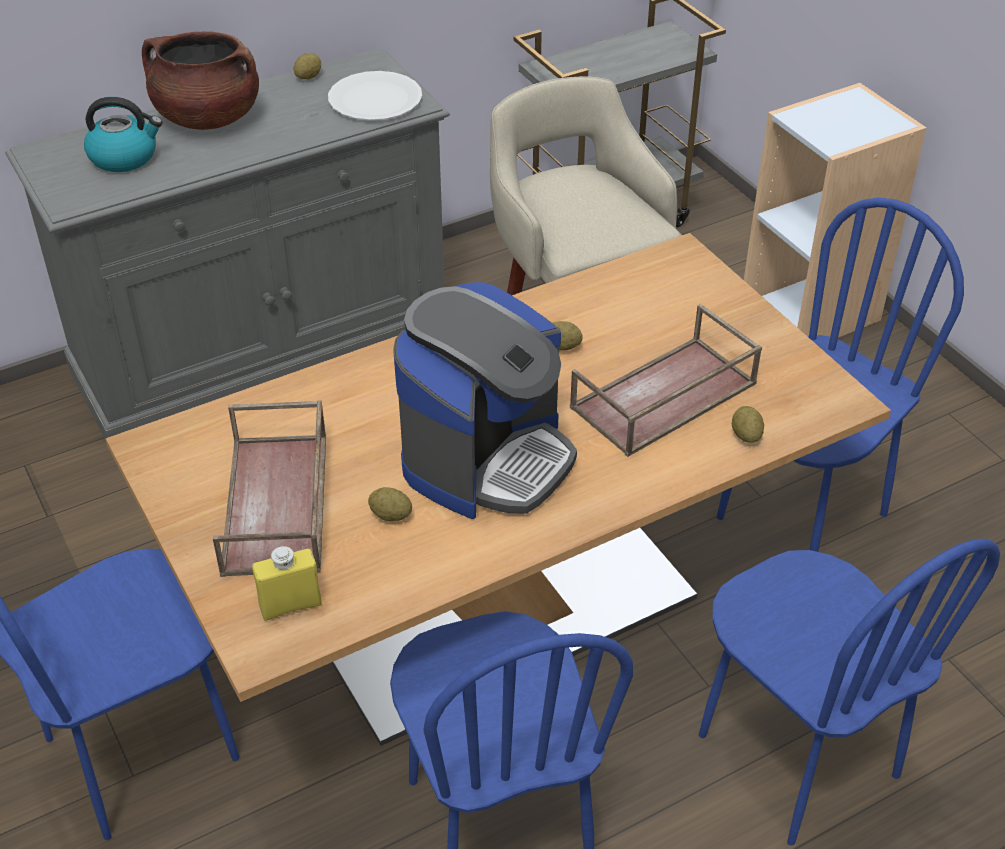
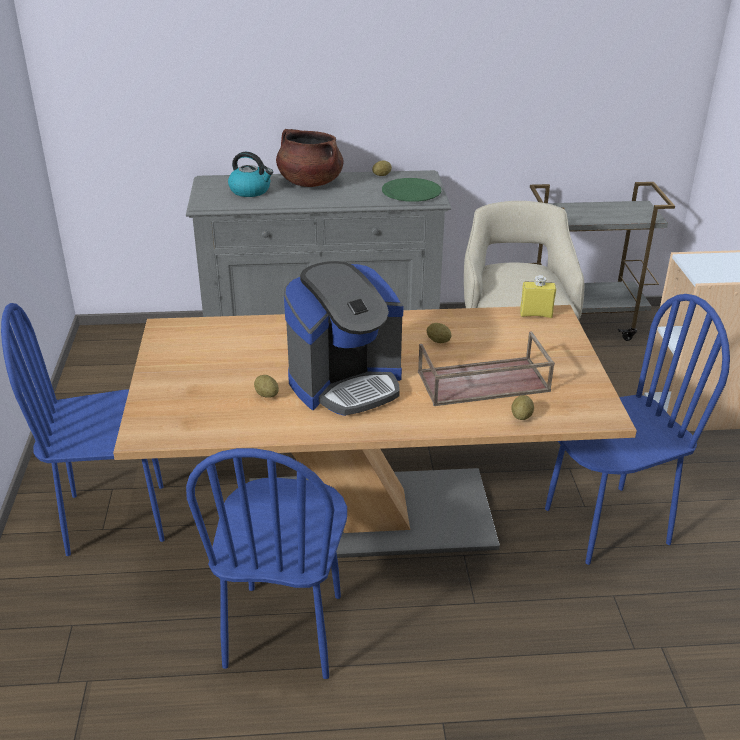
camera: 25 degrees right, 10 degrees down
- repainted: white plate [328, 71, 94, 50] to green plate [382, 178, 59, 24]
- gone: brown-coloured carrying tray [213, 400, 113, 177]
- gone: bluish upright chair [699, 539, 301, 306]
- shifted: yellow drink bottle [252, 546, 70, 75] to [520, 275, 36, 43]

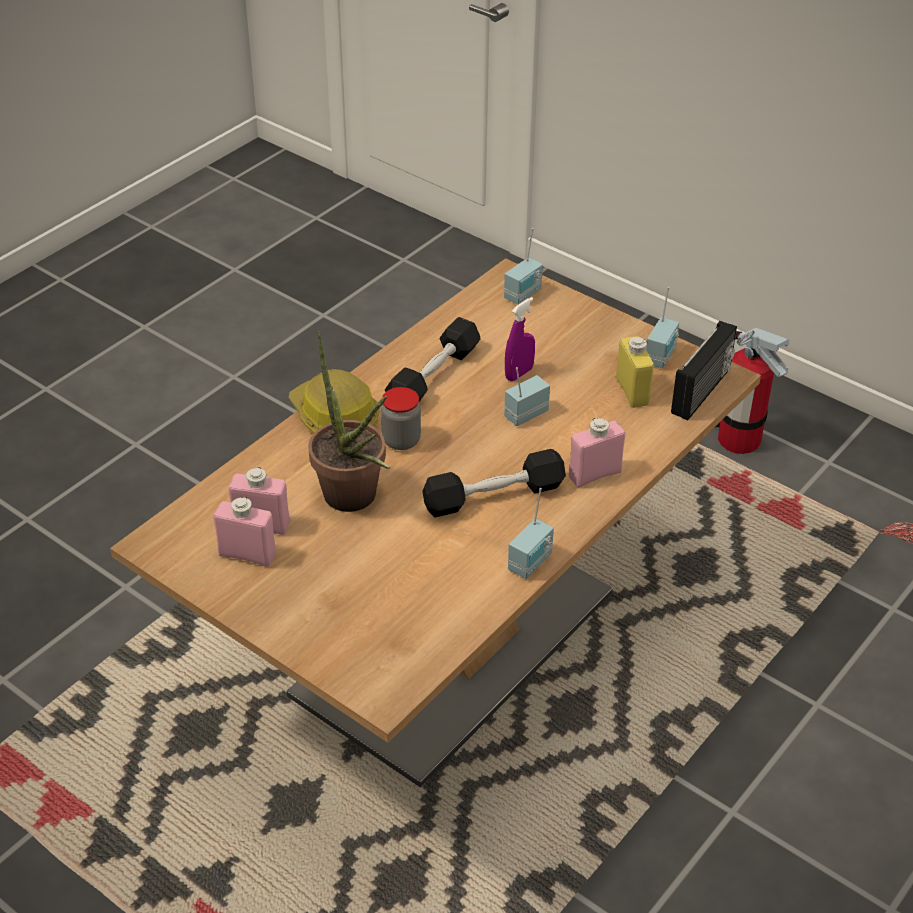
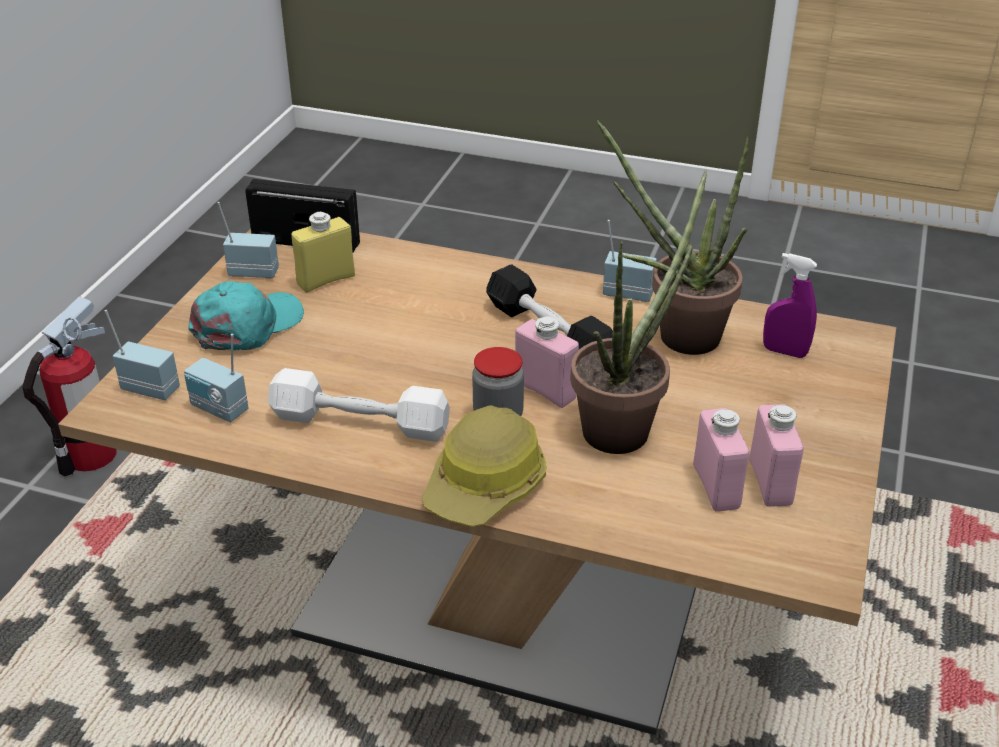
camera: 110 degrees left, 5 degrees down
- shifted: purplish spray bottle [505, 297, 30, 84] to [763, 253, 54, 105]
- repainted: black dumbbell [385, 317, 96, 84] to white dumbbell [268, 368, 182, 74]
- shifted: radio receiver [504, 367, 46, 59] to [184, 334, 65, 88]
- shifted: pink drink bottle [569, 418, 56, 69] to [515, 316, 64, 92]
- new: plant in a pot [597, 120, 152, 235]
- new: turquoise-coloured baseball cap [188, 281, 116, 70]

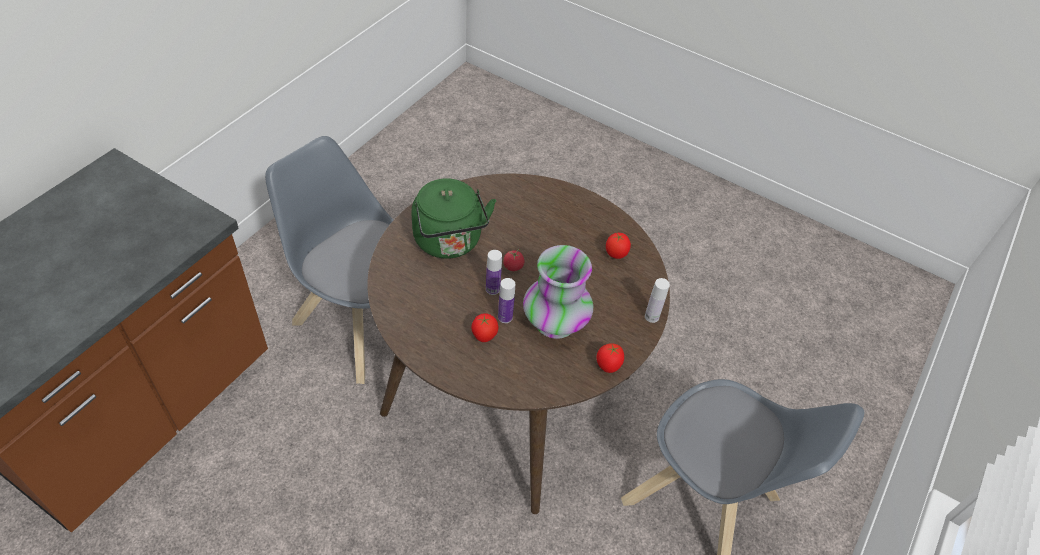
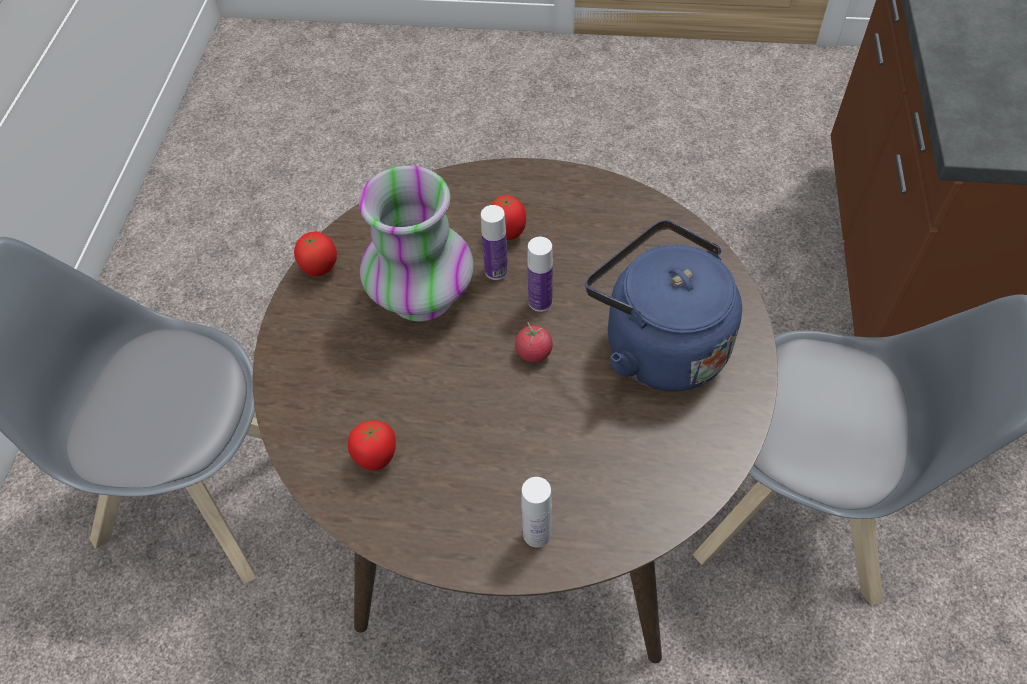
camera: 160 degrees right, 5 degrees up
- repainted: green water kettle [411, 178, 85, 81] to bluish water kettle [586, 220, 156, 171]
- shifted: white drink bottle [645, 278, 25, 45] to [521, 477, 31, 71]

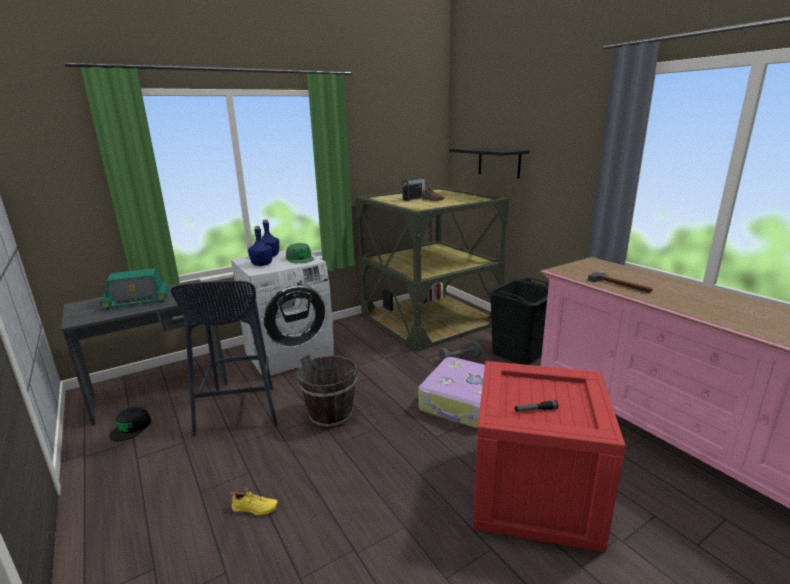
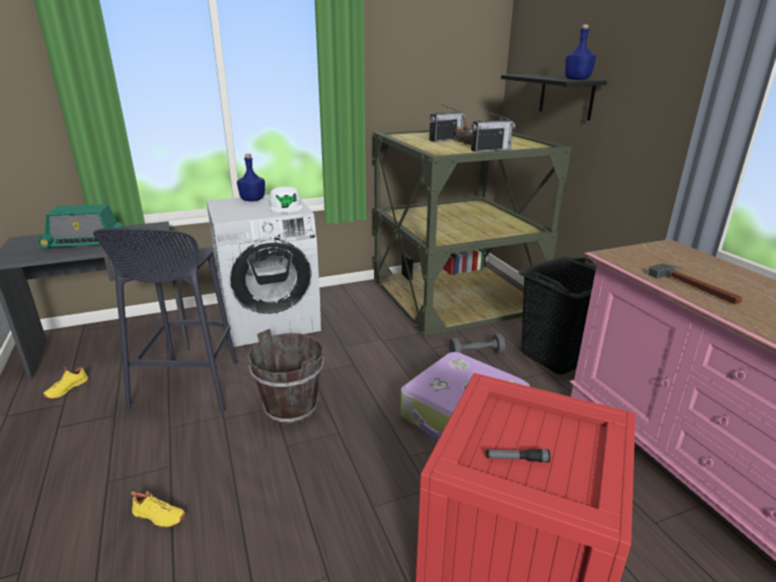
camera: 10 degrees right, 5 degrees up
- shifted: bluish drink bottle [248, 226, 24, 40] to [565, 24, 31, 56]
- repainted: green baseball cap [286, 243, 29, 20] to white baseball cap [269, 187, 34, 26]
- swapped: black baseball cap [109, 407, 42, 34] to yellow low shoe [43, 366, 45, 33]
- new: radio receiver [471, 109, 44, 43]

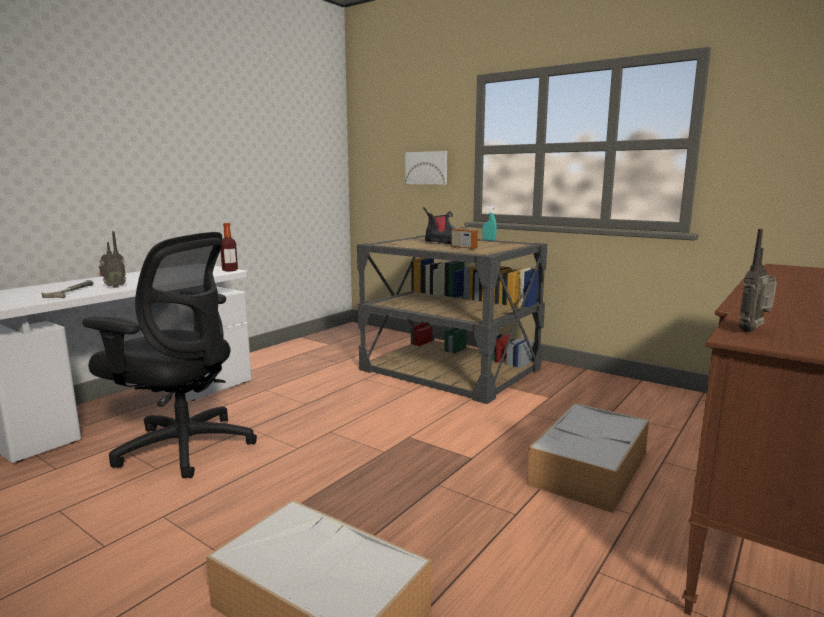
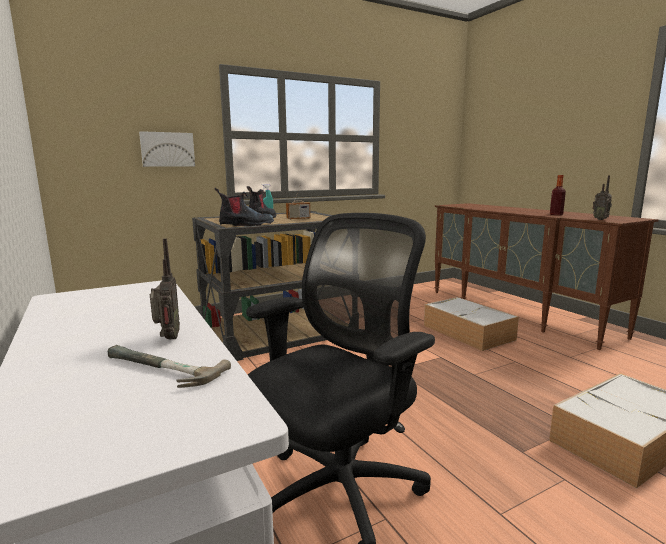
camera: 65 degrees left, 0 degrees up
- shifted: drink bottle [221, 223, 17, 48] to [550, 175, 16, 40]
- new: tall boot [214, 187, 60, 39]

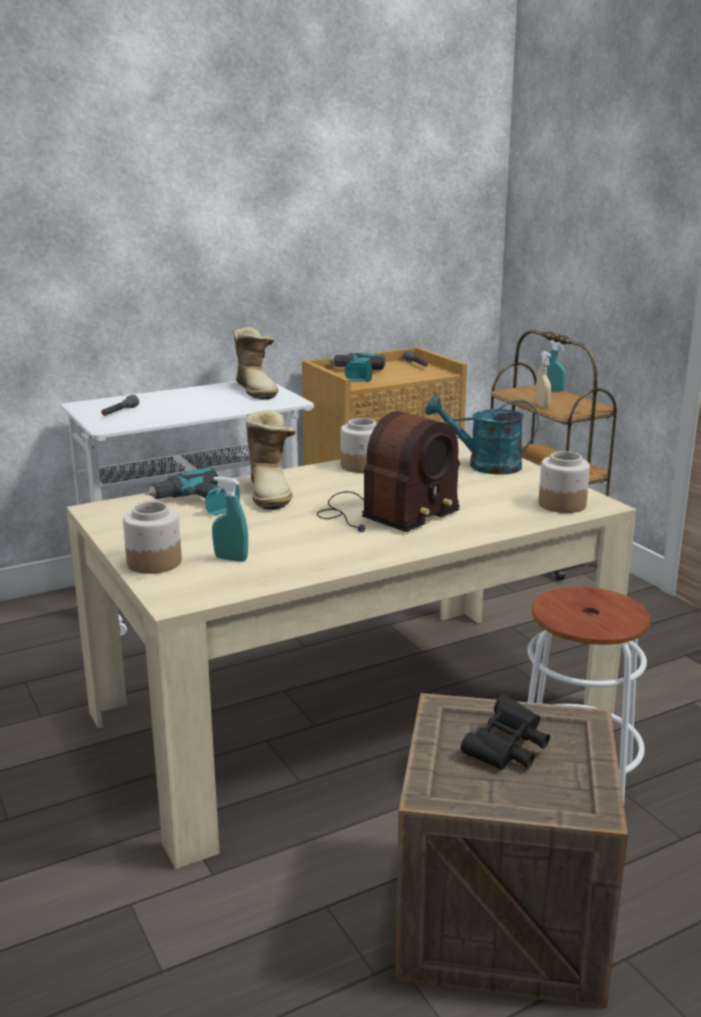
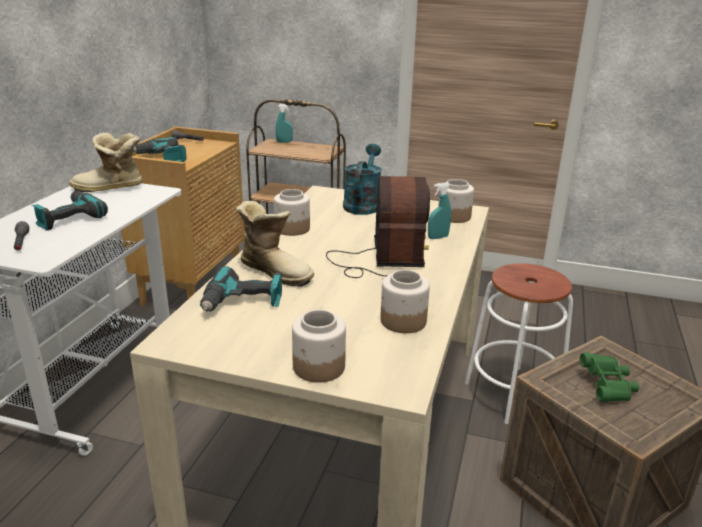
camera: 45 degrees left, 5 degrees up
- rotated: tall boot [233, 327, 46, 73] = [69, 132, 74, 60] 150 degrees clockwise
- gone: beige-coloured spray bottle [535, 351, 16, 57]
- rotated: turquoise-coloured sprinkling can [425, 395, 113, 80] = [343, 144, 39, 71] 135 degrees clockwise
- shifted: turquoise-coloured spray bottle [212, 477, 36, 85] to [428, 183, 23, 56]
- repainted: black binoculars [461, 694, 89, 76] to green binoculars [579, 353, 60, 49]
- new: power drill [32, 191, 76, 40]
- new: jar [380, 270, 50, 63]

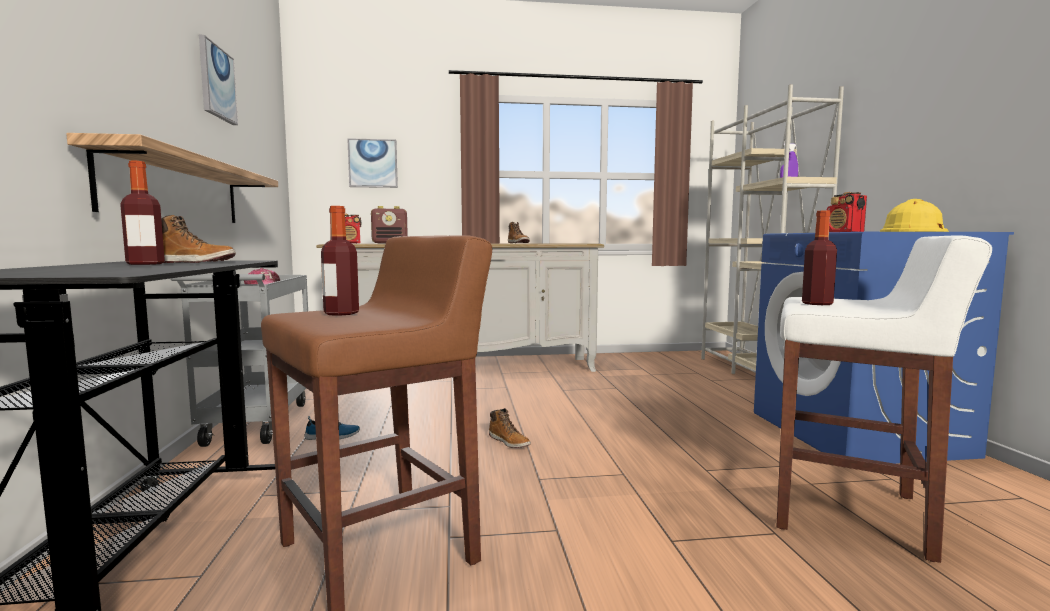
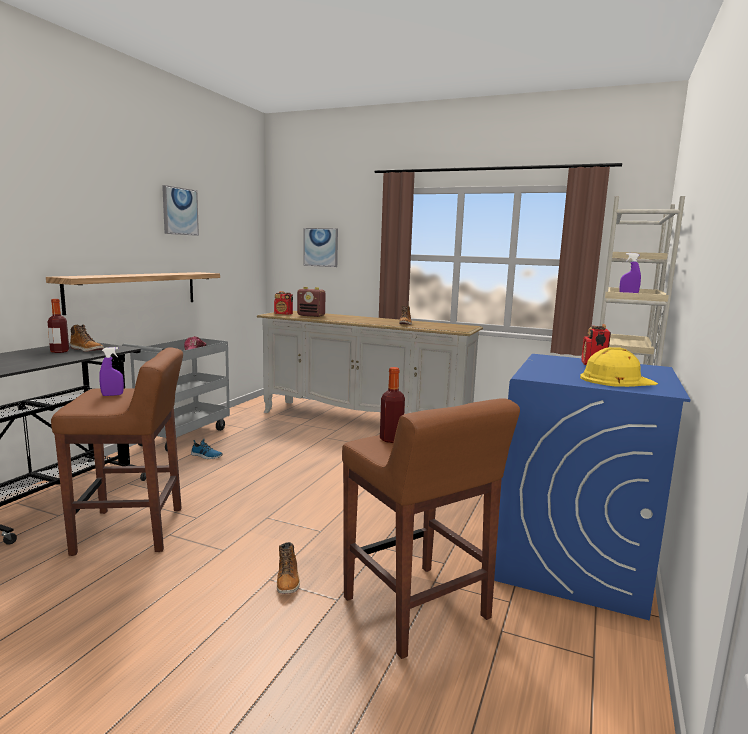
camera: 30 degrees right, 5 degrees up
- swapped: drink bottle [321, 206, 38, 110] to purplish spray bottle [99, 347, 25, 49]
- repainted: white stool [776, 235, 216, 328] to brown-coloured stool [342, 398, 178, 261]
- shifted: tall boot [489, 408, 42, 40] to [277, 542, 23, 52]

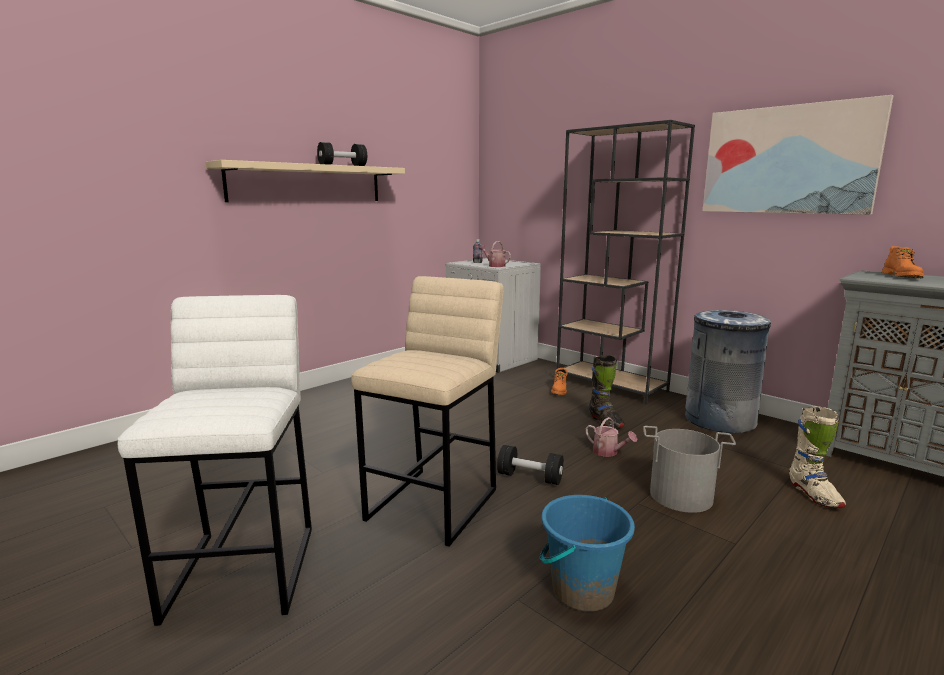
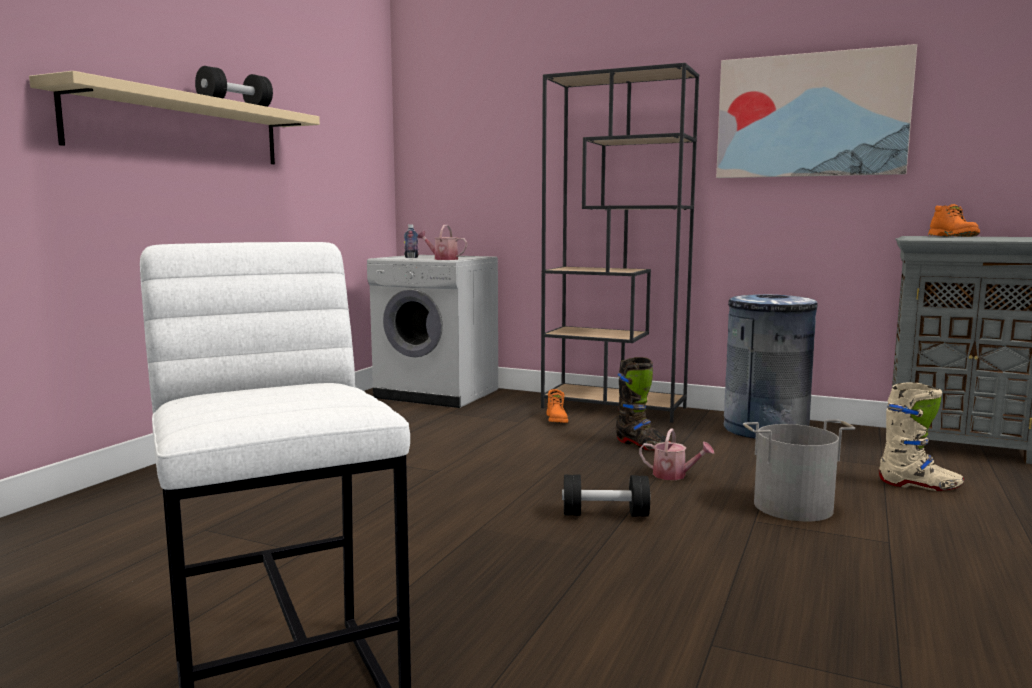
camera: 20 degrees left, 5 degrees down
- gone: beige-coloured stool [351, 276, 152, 271]
- rotated: beige-coloured tall boot [789, 407, 57, 101] = [879, 383, 85, 108] 45 degrees counterclockwise
- gone: bluish bucket [540, 495, 95, 117]

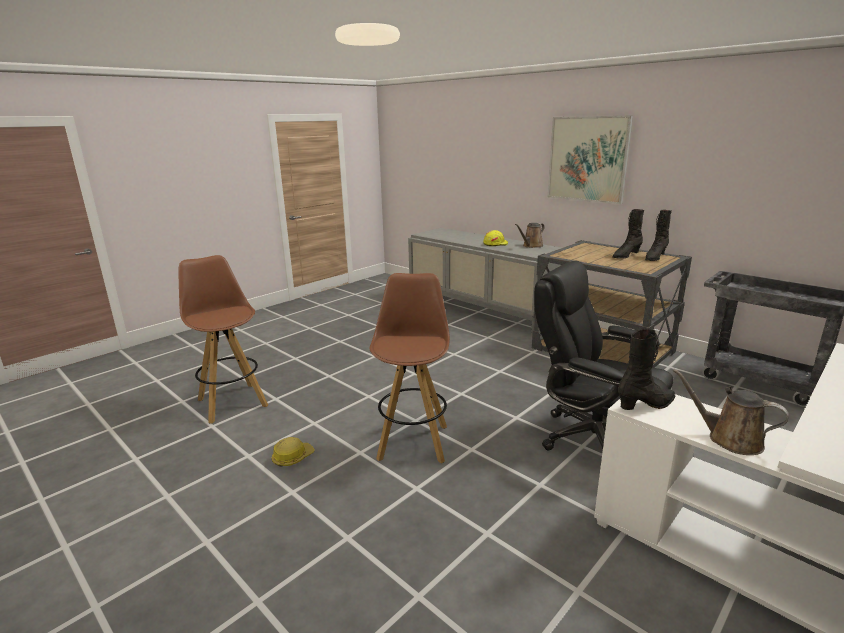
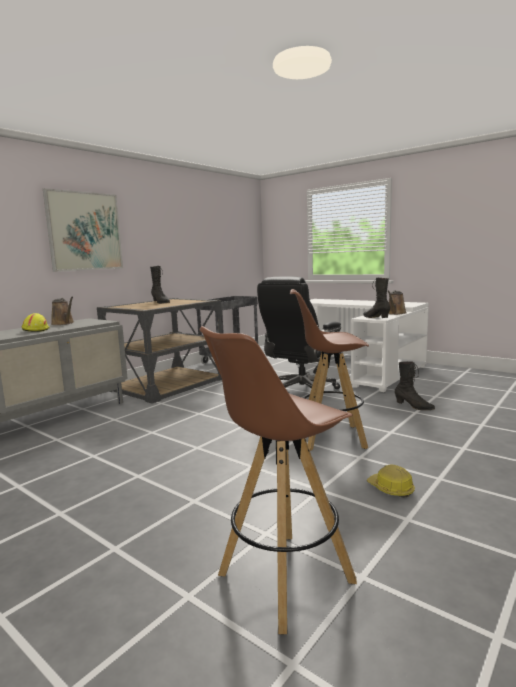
camera: 95 degrees left, 10 degrees down
- shifted: black tall boot [645, 210, 27, 51] to [395, 361, 40, 49]

